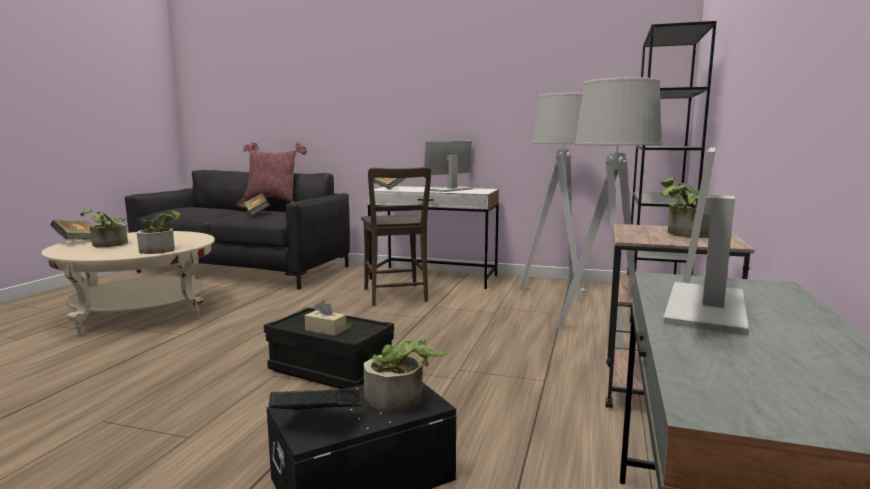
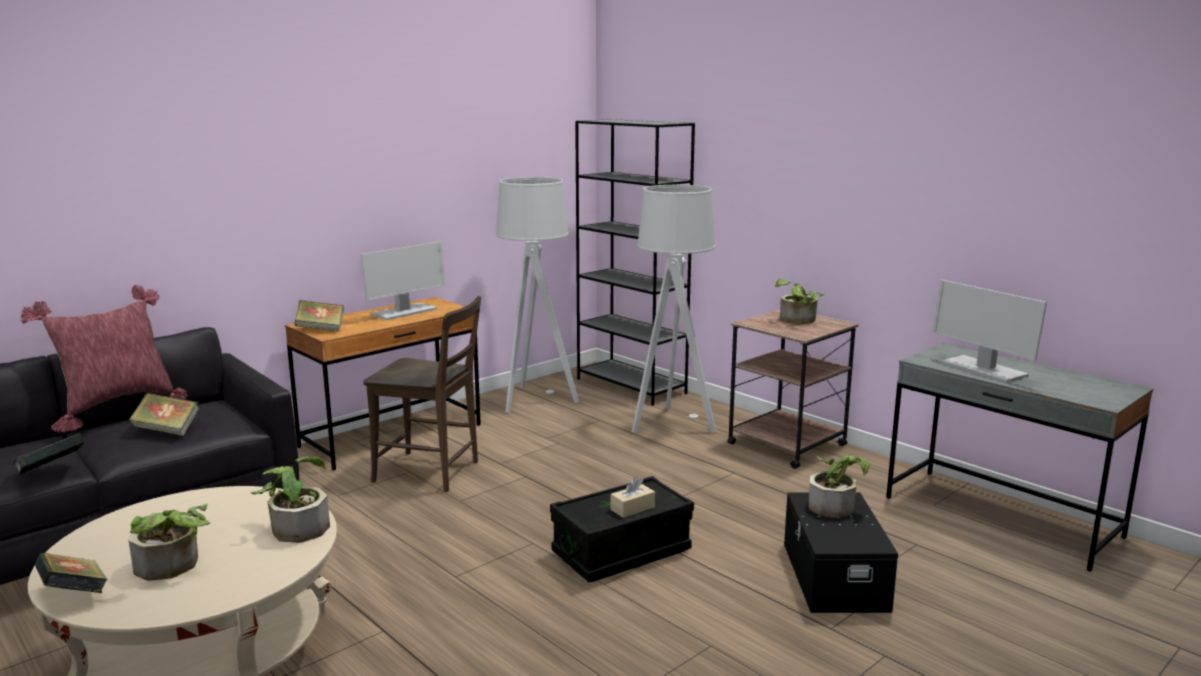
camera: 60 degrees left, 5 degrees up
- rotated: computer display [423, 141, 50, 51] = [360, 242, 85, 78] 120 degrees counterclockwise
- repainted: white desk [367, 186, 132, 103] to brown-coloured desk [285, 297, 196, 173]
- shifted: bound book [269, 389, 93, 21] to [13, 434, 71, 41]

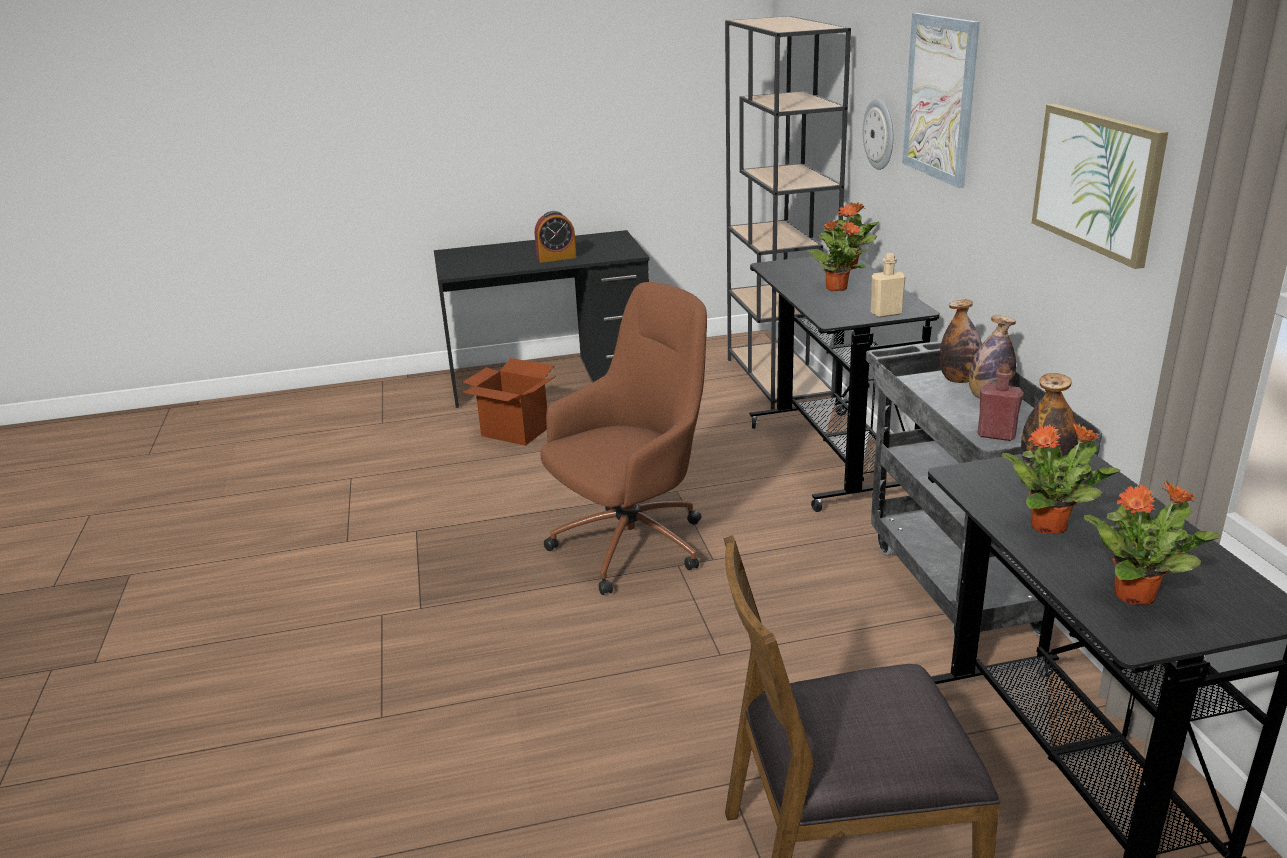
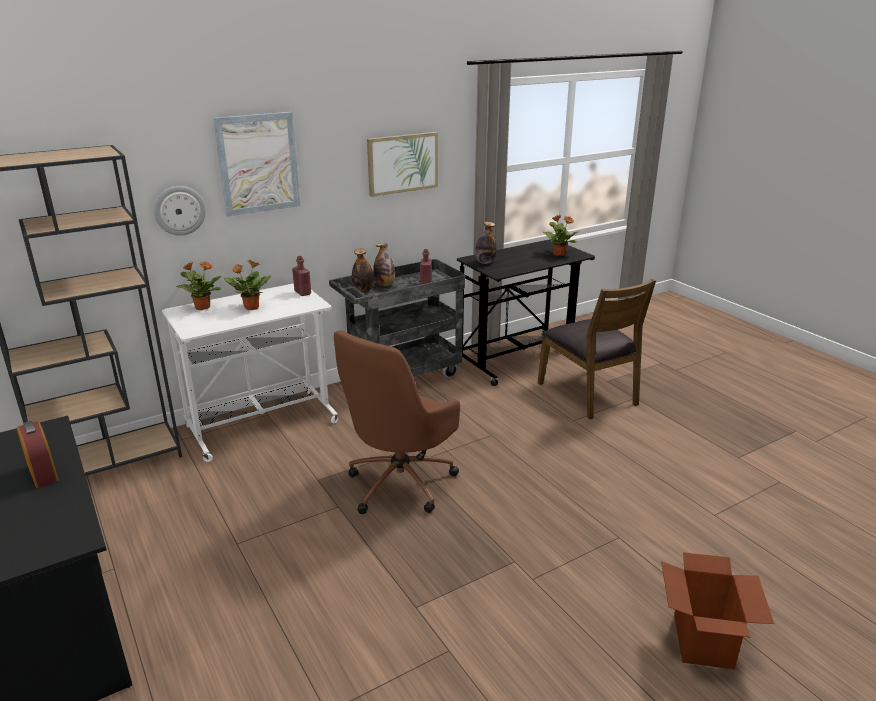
camera: 110 degrees left, 0 degrees up
- repainted: beige-coloured drink bottle [871, 253, 35, 65] to red-coloured drink bottle [292, 256, 19, 40]
- repainted: black desk [750, 254, 190, 258] to white desk [162, 283, 176, 179]
- rotated: brown-coloured office chair [540, 282, 167, 313] = [334, 330, 126, 184] 90 degrees counterclockwise
- shifted: carton [462, 358, 94, 88] to [661, 552, 113, 117]
- gone: plant in a pot [1002, 422, 118, 112]

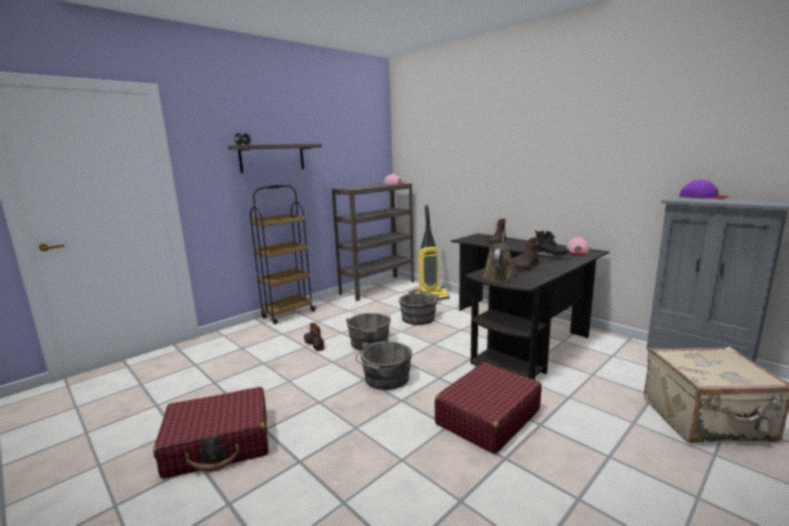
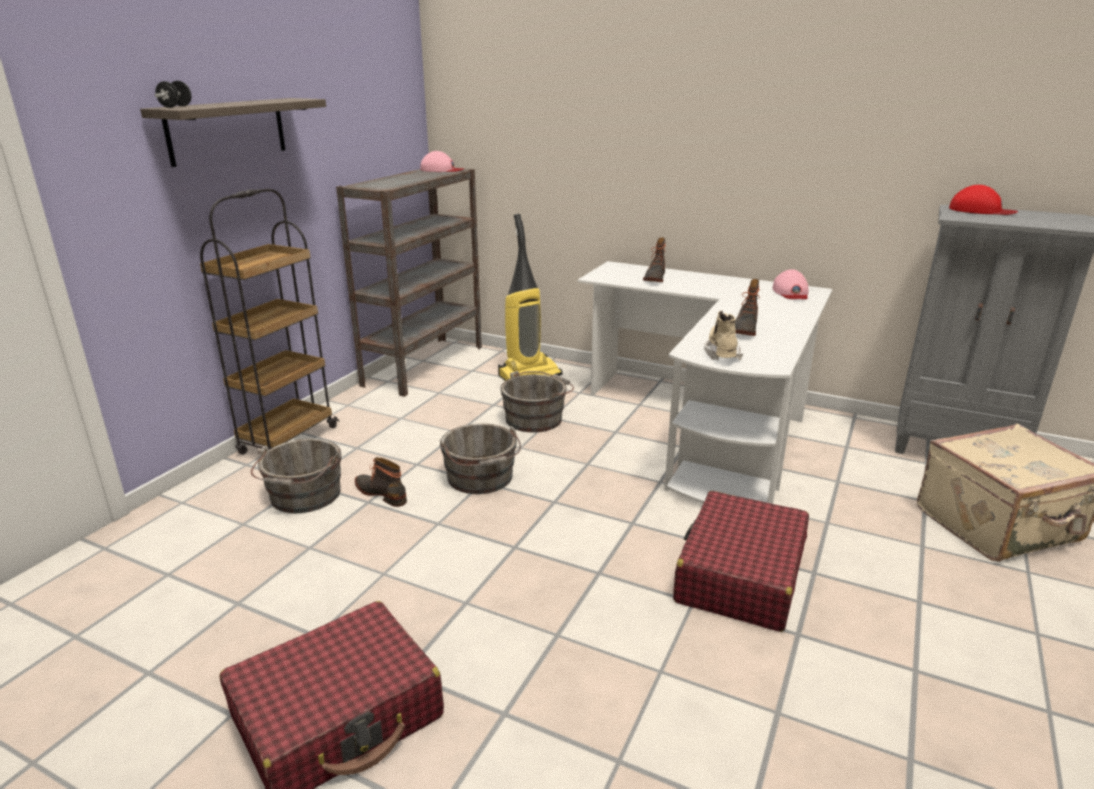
camera: 20 degrees left, 10 degrees up
- repainted: purplish baseball cap [679, 180, 51, 19] to red-coloured baseball cap [949, 185, 69, 30]
- swapped: brown-coloured sprinkling can [483, 231, 31, 51] to beige-coloured tall boot [704, 311, 39, 49]
- gone: black tall boot [535, 231, 35, 26]
- repainted: black desk [451, 233, 158, 147] to white desk [577, 261, 255, 243]
- shifted: gray bucket [356, 341, 56, 49] to [251, 439, 91, 74]

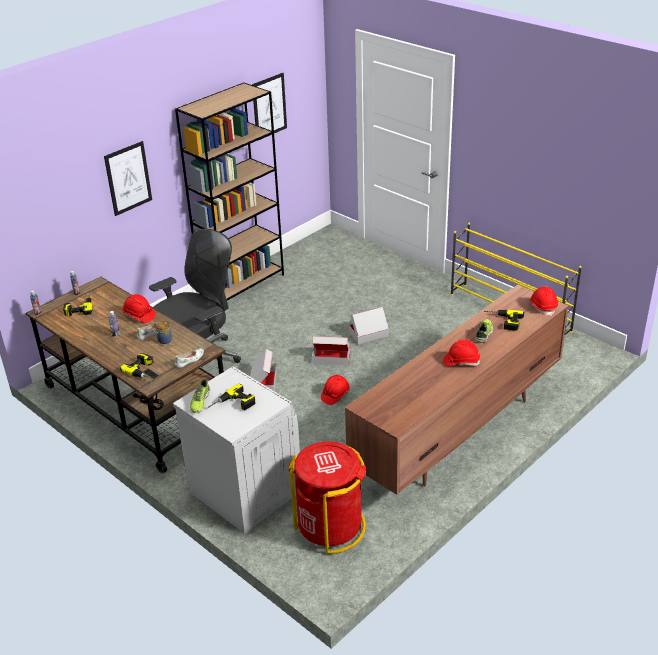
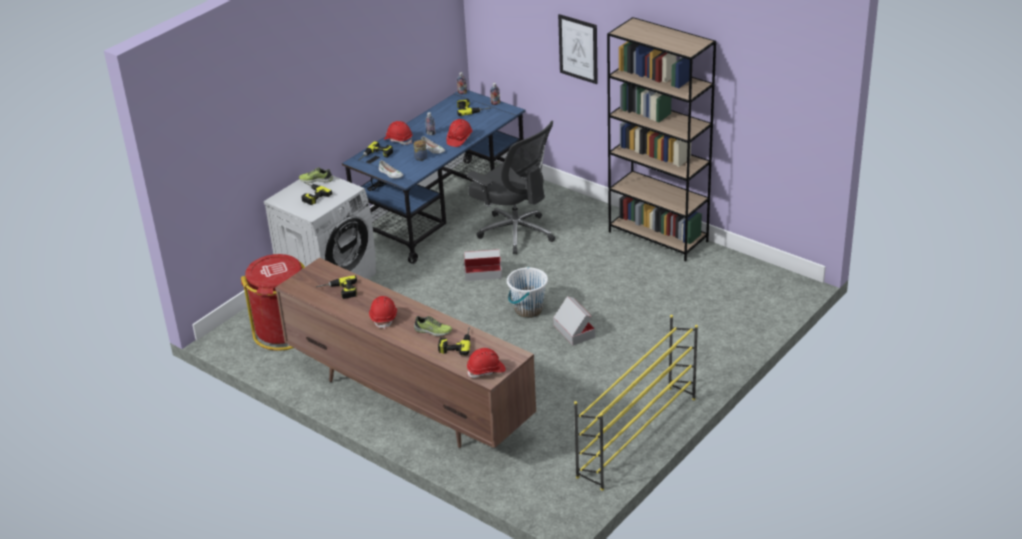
camera: 85 degrees right, 0 degrees up
- gone: wall art [252, 73, 35, 68]
- repainted: brown-coloured desk [26, 277, 199, 197] to bluish desk [342, 90, 184, 174]
- swapped: carton [312, 336, 38, 30] to white bucket [507, 267, 41, 51]
- shifted: red-coloured work helmet [321, 375, 29, 30] to [384, 121, 29, 24]
- new: power drill [316, 275, 41, 24]

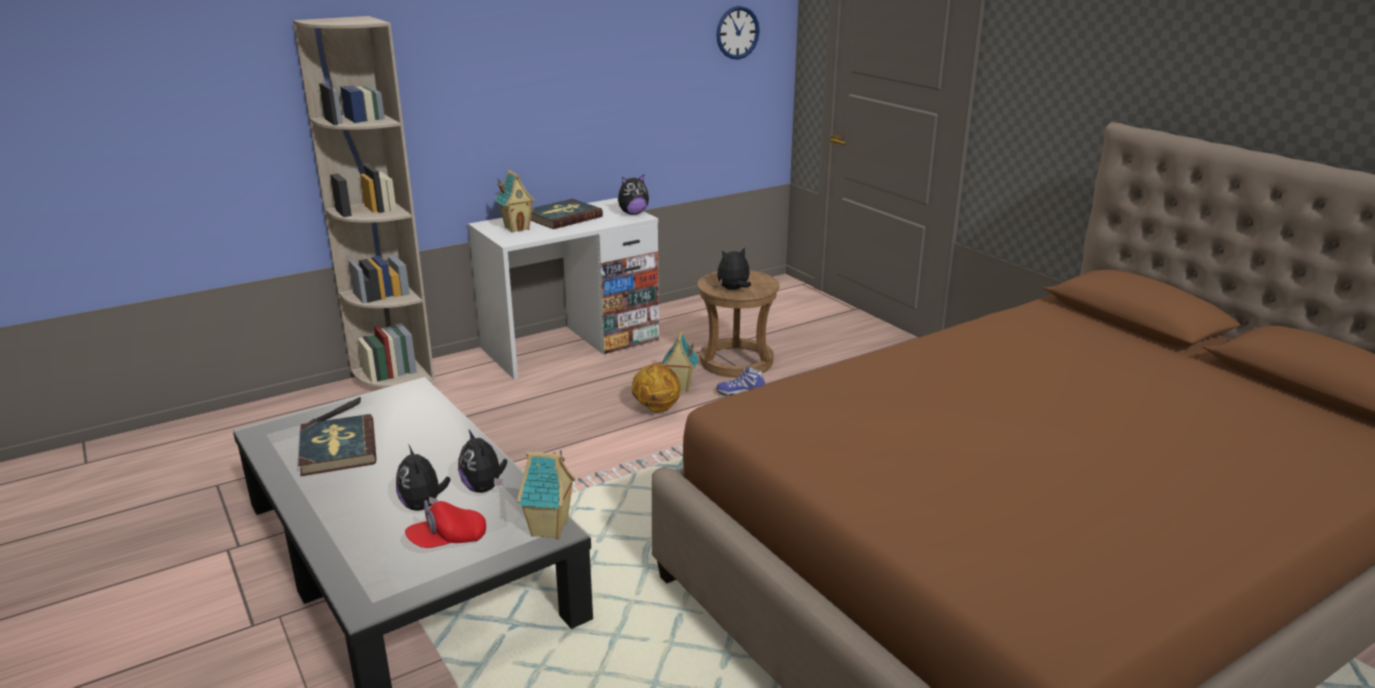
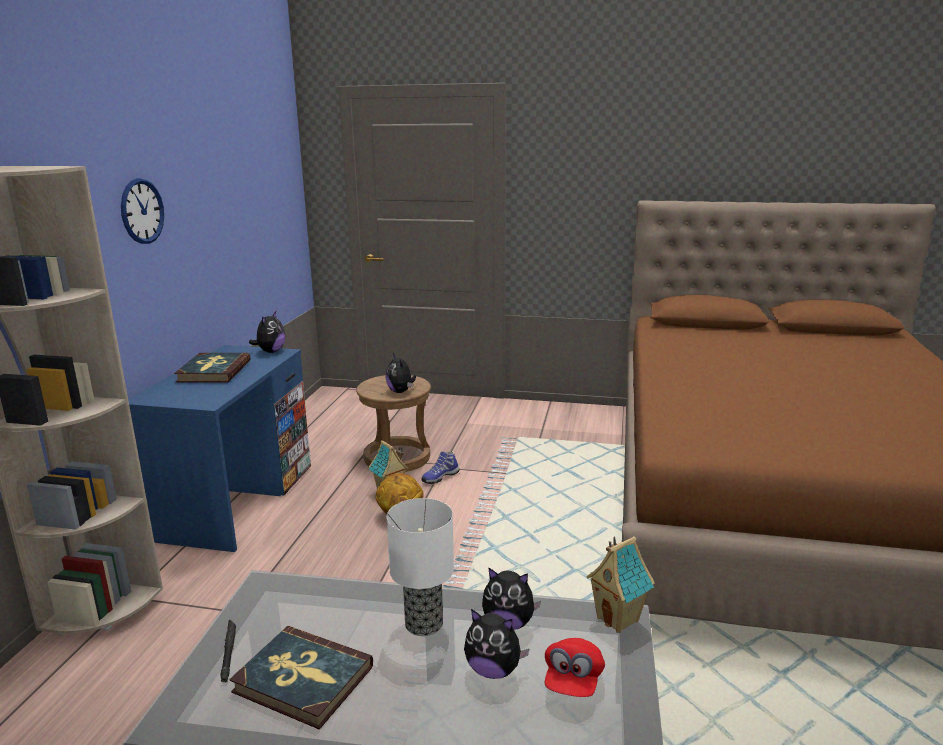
camera: 45 degrees left, 5 degrees down
- shifted: clock on the wall [716, 6, 44, 54] to [121, 178, 43, 66]
- gone: toy house [495, 170, 41, 63]
- repainted: white desk [468, 198, 191, 181] to bluish desk [128, 345, 183, 207]
- rotated: plush toy [717, 247, 34, 43] = [386, 353, 30, 40] 45 degrees counterclockwise
- new: tabletop lamp [387, 498, 67, 138]

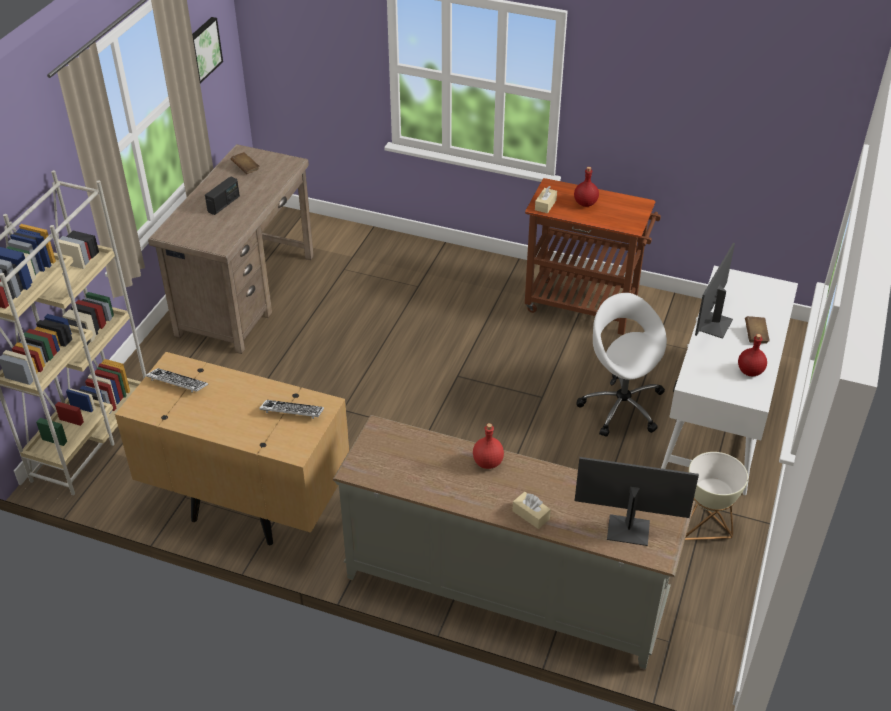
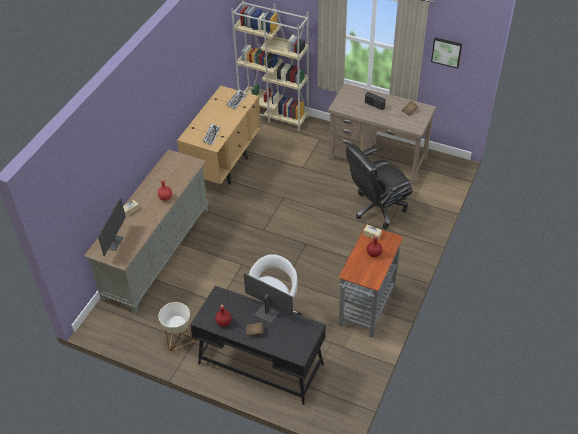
camera: 95 degrees right, 5 degrees up
- repainted: brown-coloured cart [525, 178, 136, 157] to gray cart [338, 225, 65, 113]
- repainted: white desk [661, 266, 137, 229] to black desk [190, 286, 136, 119]
- new: black office chair [346, 144, 66, 85]

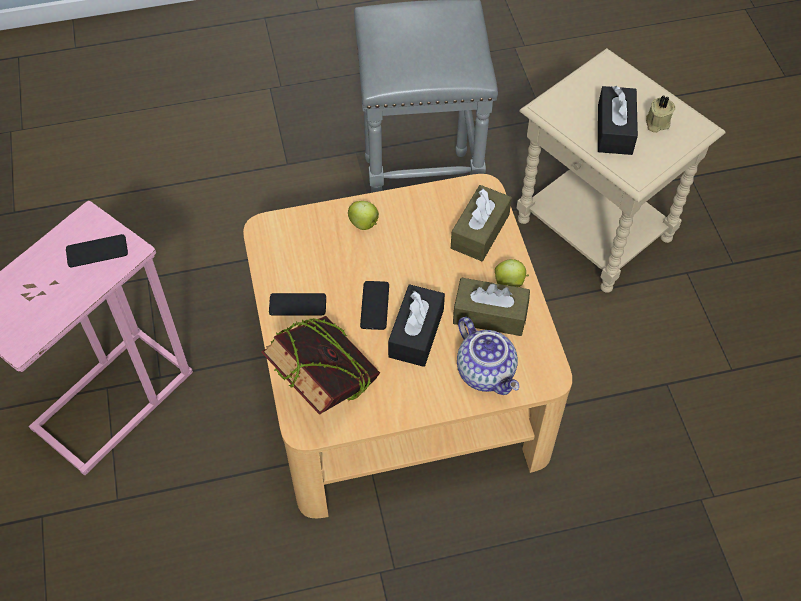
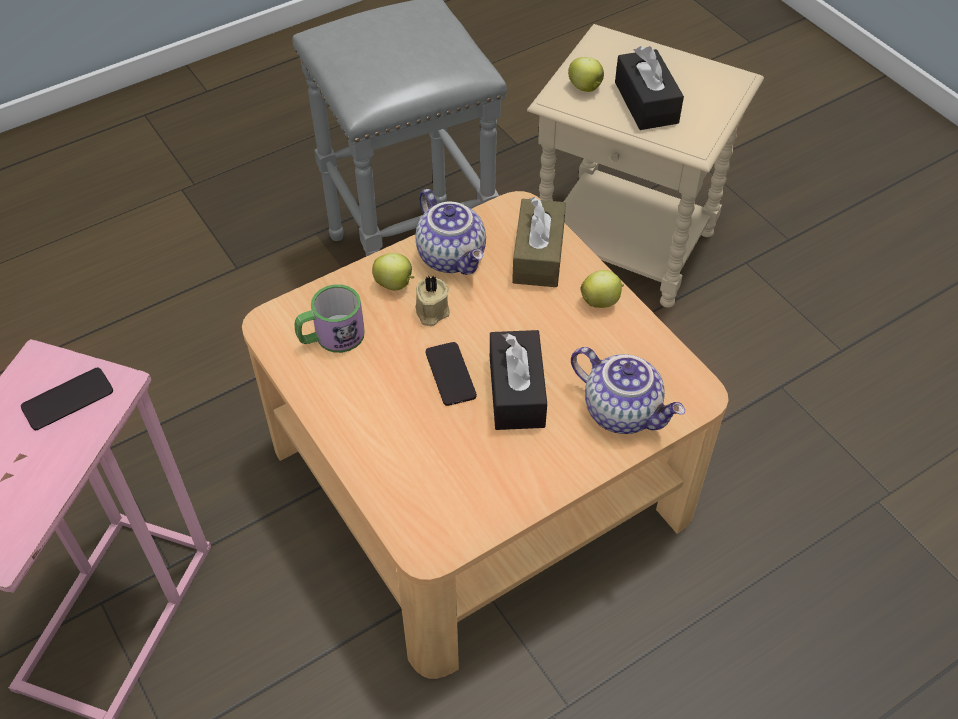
camera: 20 degrees left, 5 degrees down
- shifted: beige-coloured wax light [646, 96, 29, 37] to [415, 275, 35, 51]
- gone: brown-coloured tissue holder [453, 277, 77, 59]
- gone: telephone [269, 293, 57, 23]
- gone: bound book [261, 316, 119, 99]
- new: apple fruit [568, 57, 36, 35]
- new: teapot [415, 189, 71, 86]
- new: tea mug [295, 284, 70, 69]

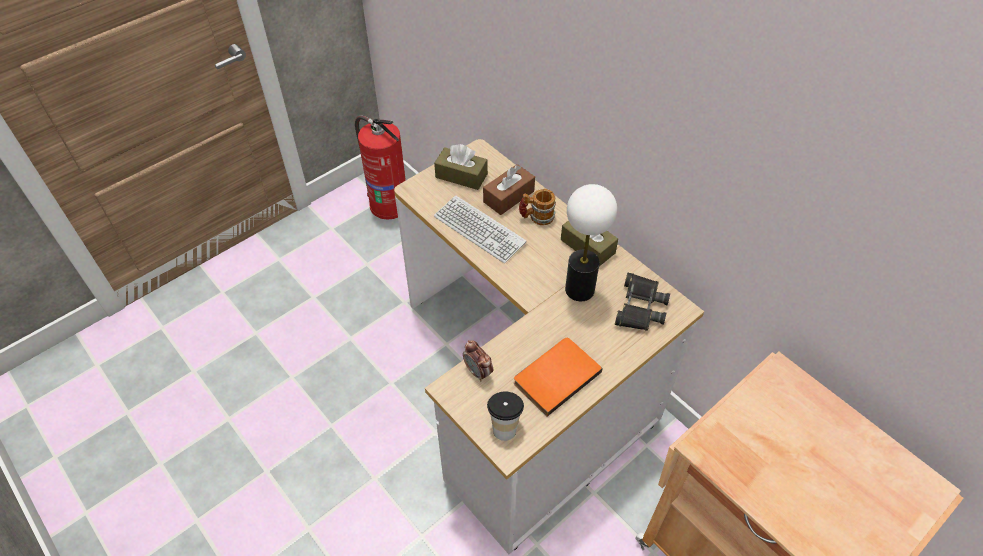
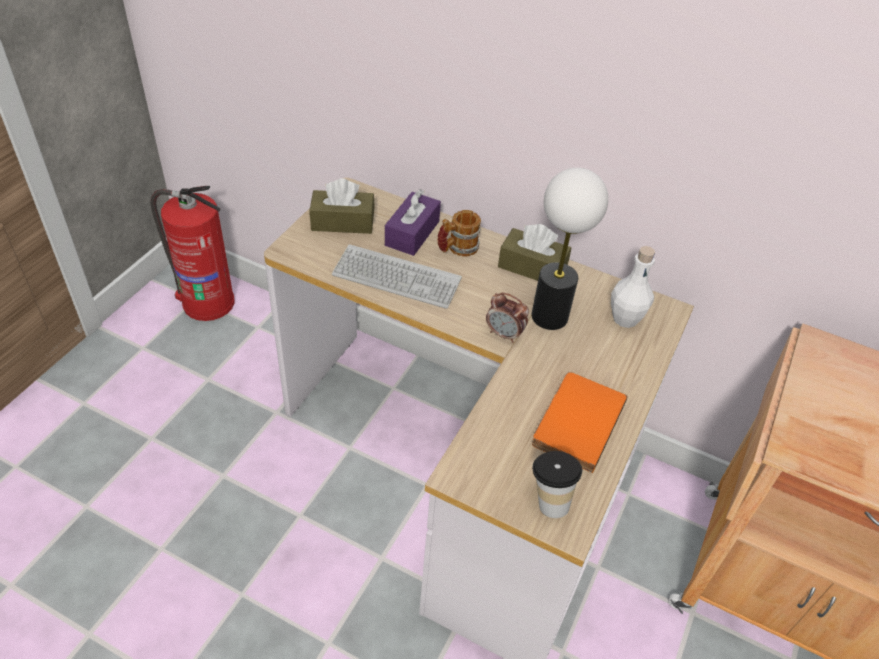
camera: 25 degrees left, 5 degrees down
- repainted: brown-coloured tissue holder [483, 164, 52, 51] to purplish tissue holder [385, 189, 56, 67]
- swapped: black binoculars [615, 273, 55, 58] to white drink bottle [611, 246, 44, 82]
- shifted: alarm clock [463, 340, 30, 41] to [486, 292, 43, 51]

